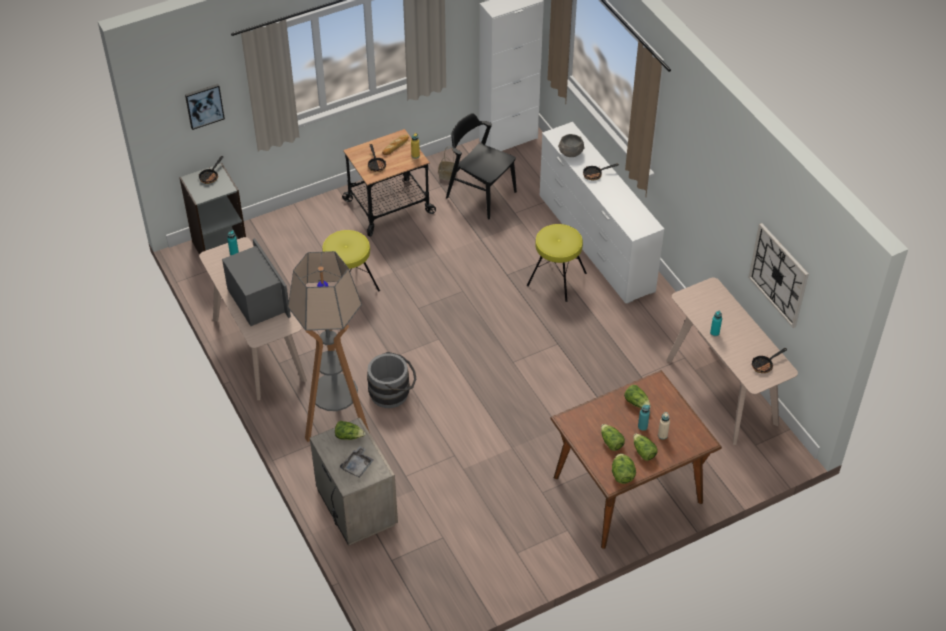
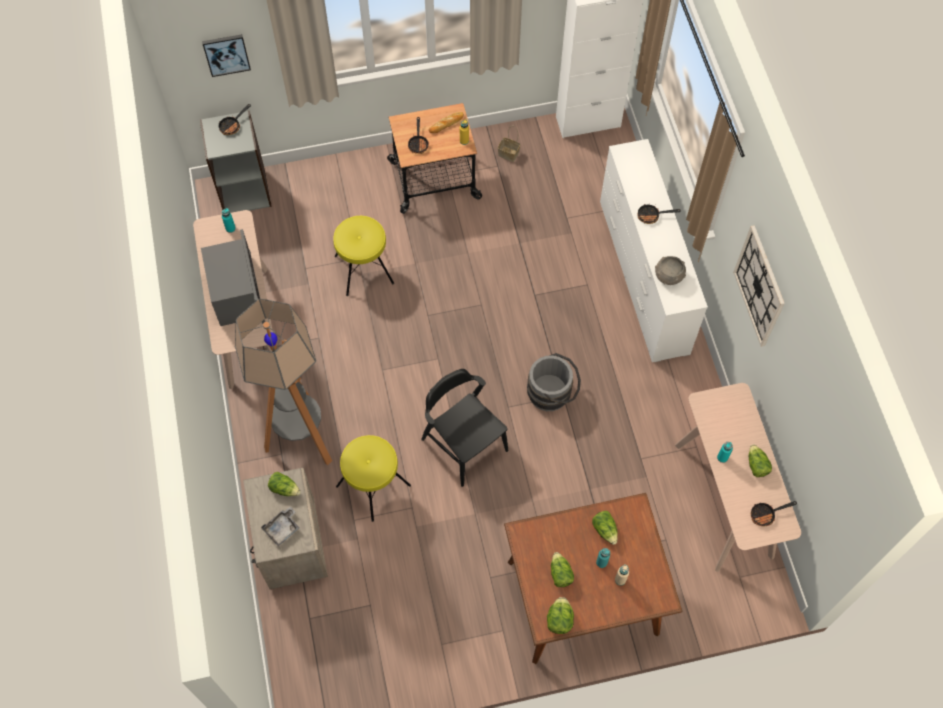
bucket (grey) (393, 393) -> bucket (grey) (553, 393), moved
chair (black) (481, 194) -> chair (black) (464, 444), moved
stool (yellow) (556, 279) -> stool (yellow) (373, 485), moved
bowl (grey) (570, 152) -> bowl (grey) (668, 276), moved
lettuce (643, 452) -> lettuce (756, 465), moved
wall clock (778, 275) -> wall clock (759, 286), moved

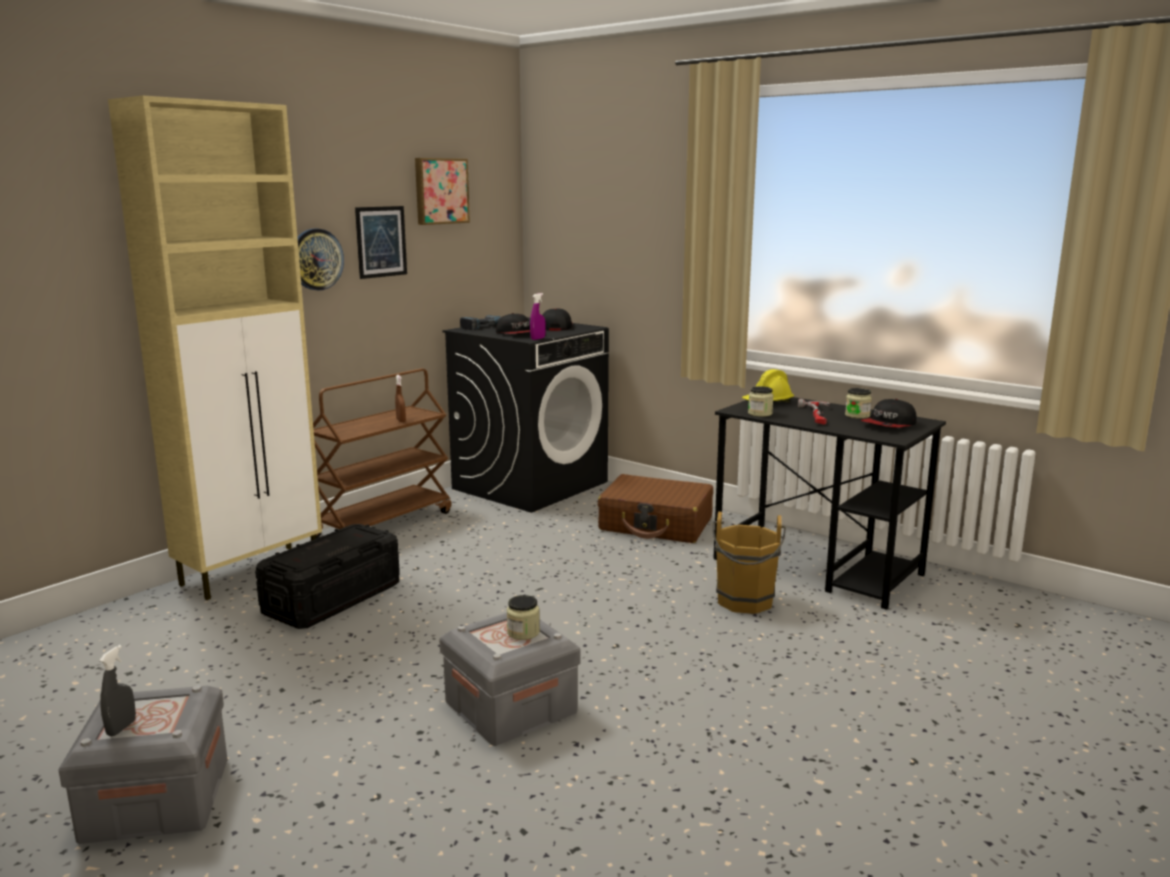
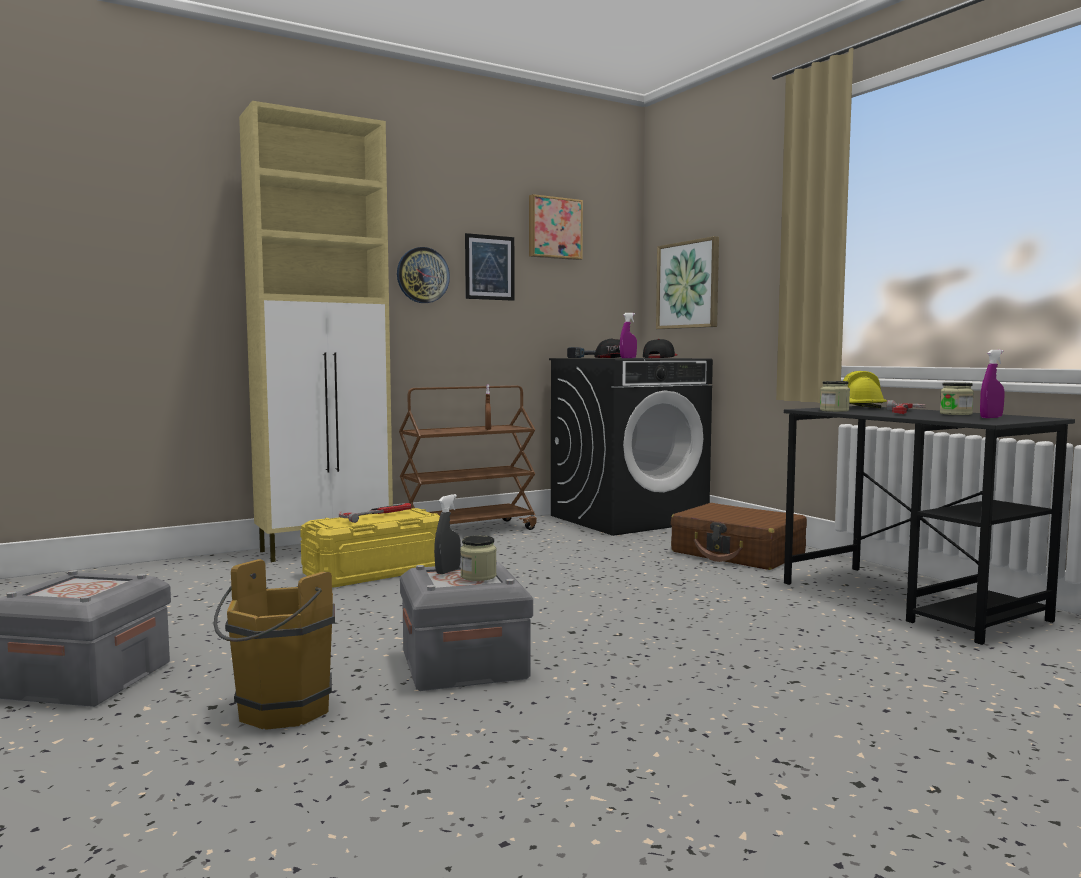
none -> hammer (376, 515)
none -> picture (688, 285)
spray bottle (grey) (121, 728) -> spray bottle (grey) (448, 571), moved
bucket (brown) (744, 603) -> bucket (brown) (278, 712), moved
cap (889, 424) -> spray bottle (purple) (991, 417)
storage box (black) (333, 598) -> storage box (yellow) (375, 572)

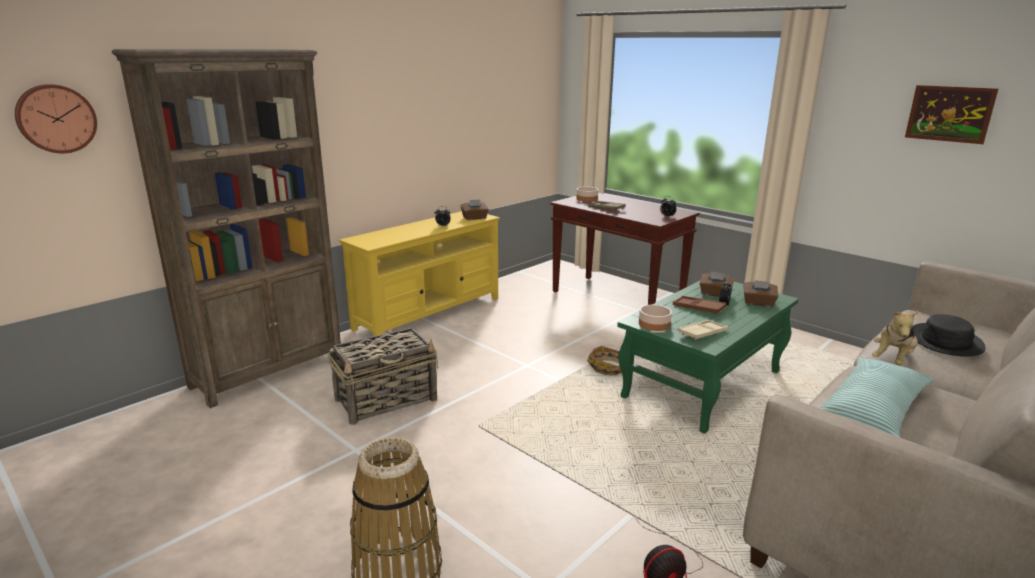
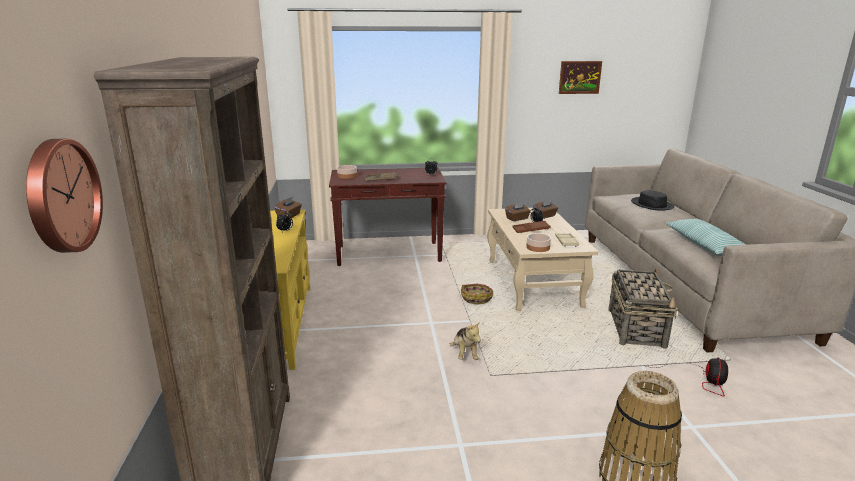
basket (387, 399) -> basket (636, 328), moved
plush toy (892, 359) -> plush toy (464, 354), moved
coffee table (green) (702, 385) -> coffee table (beige) (533, 283)

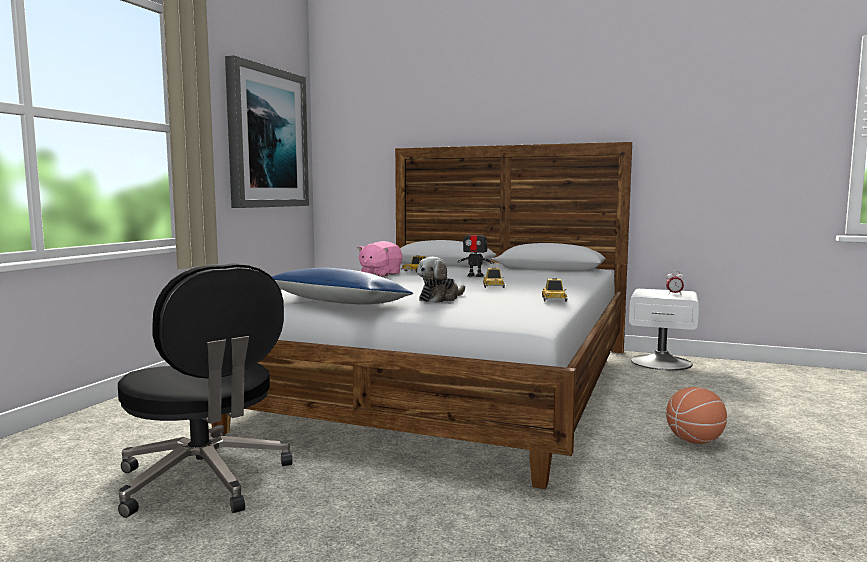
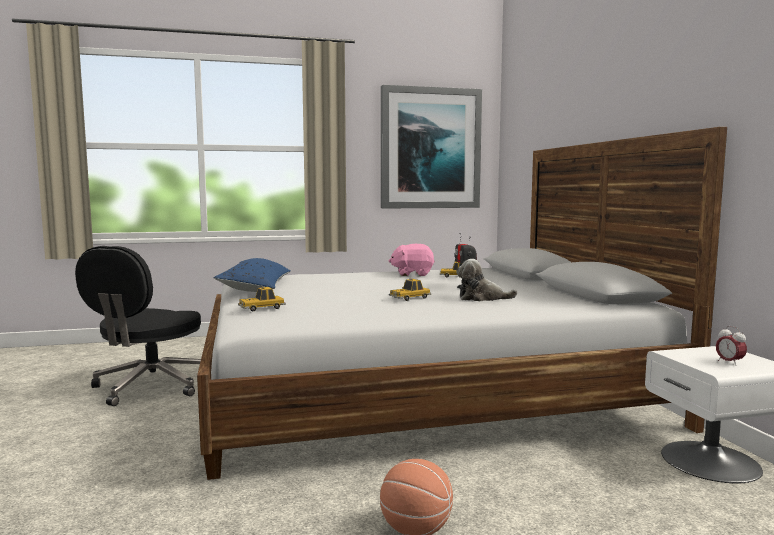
plush toy (440, 299) -> plush toy (482, 298), moved
toy car (554, 299) -> toy car (262, 308), moved

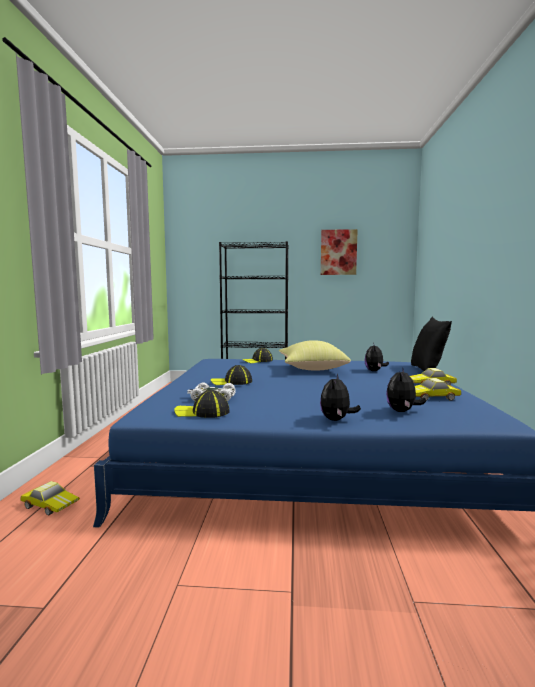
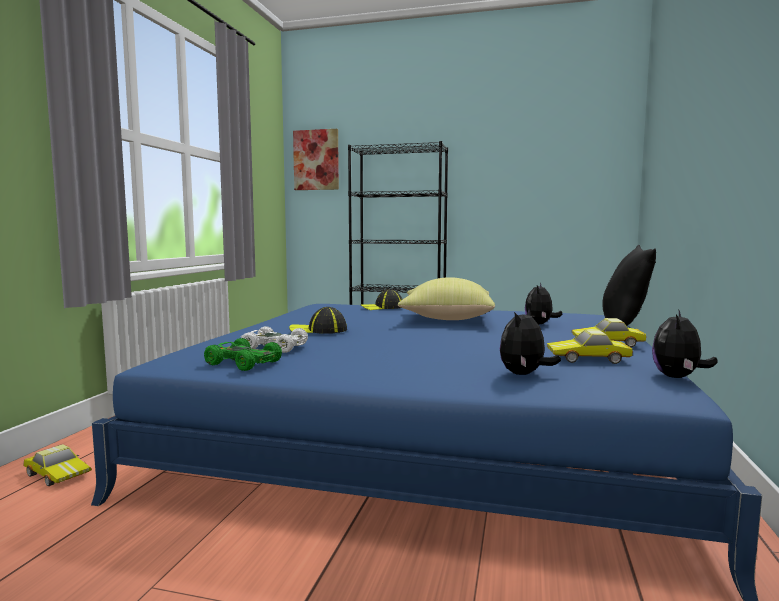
plush toy (336, 420) -> plush toy (678, 377), moved
picture (338, 252) -> picture (316, 160), moved
cap (202, 412) -> toy car (green) (242, 363)

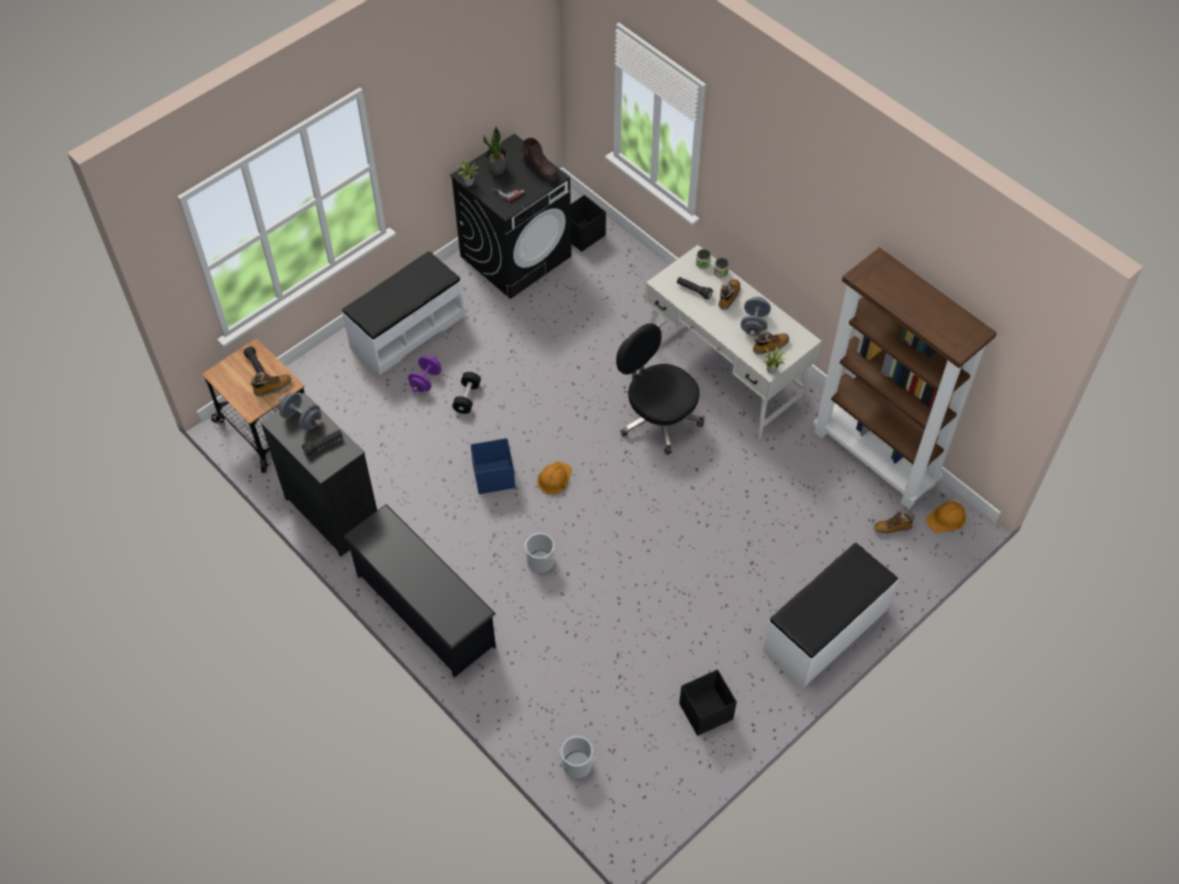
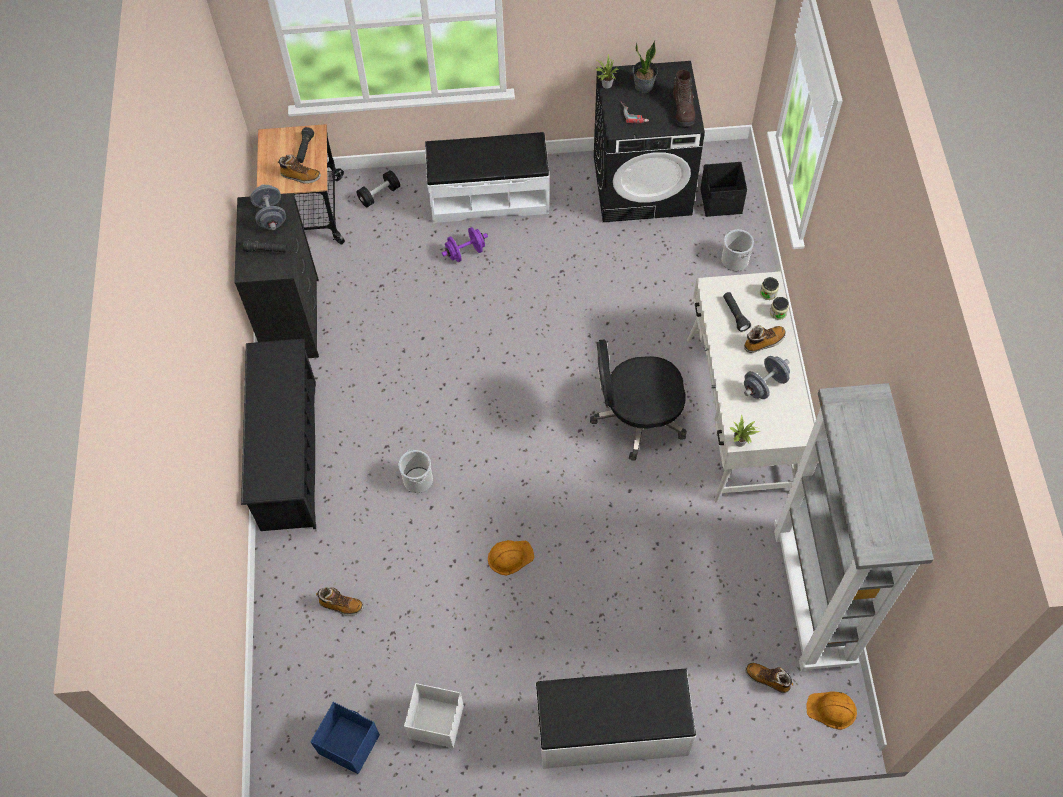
dumbbell (black) (467, 398) -> dumbbell (black) (379, 194), moved
storage box (blue) (493, 477) -> storage box (blue) (348, 743), moved
hard hat (orange) (554, 478) -> hard hat (orange) (510, 556), moved
bucket (577, 764) -> bucket (734, 260), moved
boot (770, 347) -> boot (341, 605), moved
storage box (black) (705, 711) -> storage box (white) (435, 721)
bookcase (brown) (875, 458) -> bookcase (grey) (813, 598)
office chair (black) (658, 418) -> office chair (black) (637, 418), 90 degrees counterclockwise

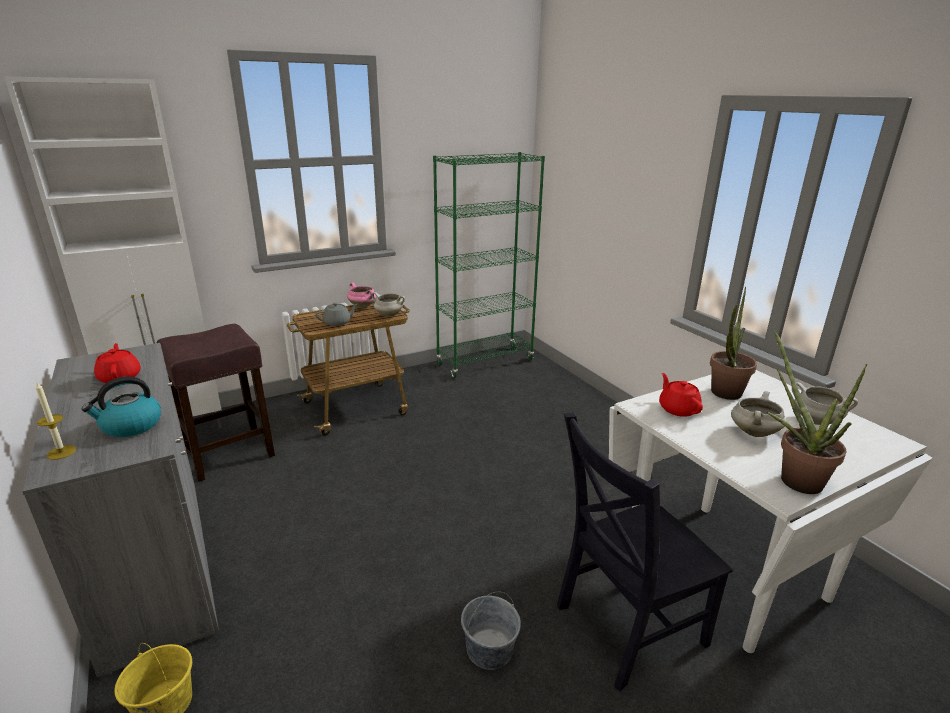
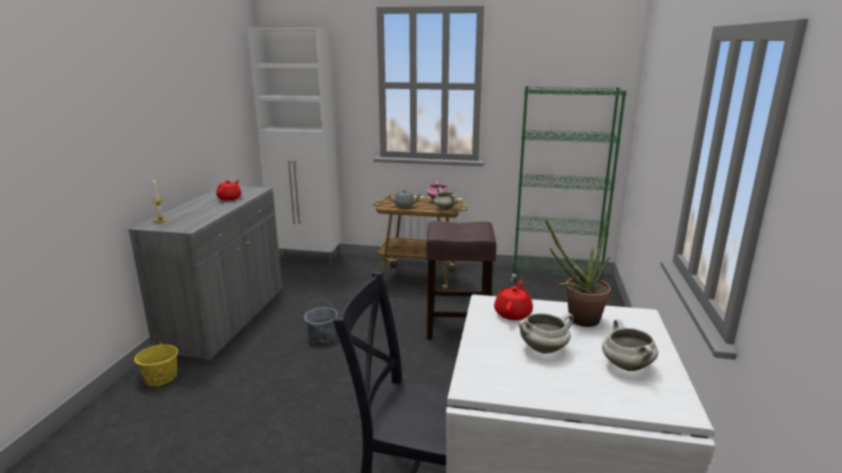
kettle (131, 426) -> none
potted plant (793, 477) -> none
stool (brown) (230, 453) -> stool (brown) (459, 327), moved
bucket (grey) (489, 649) -> bucket (grey) (322, 336), moved

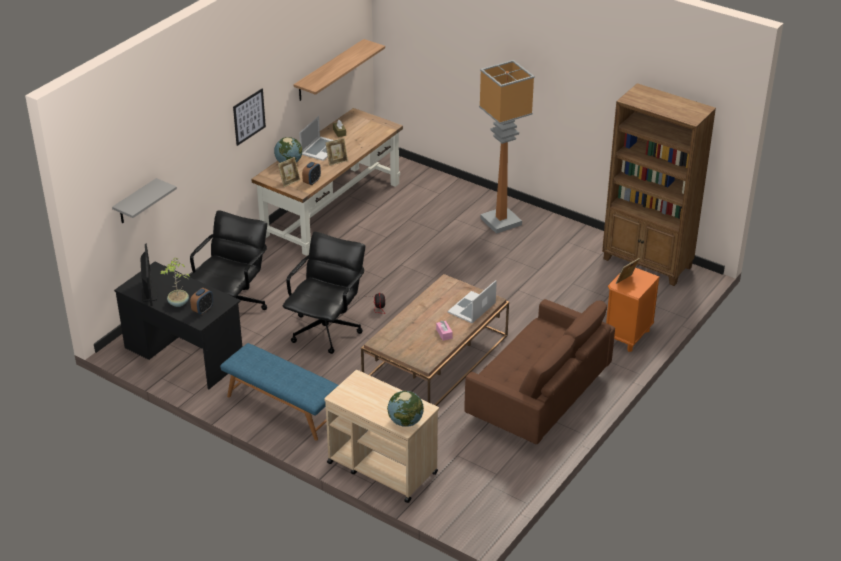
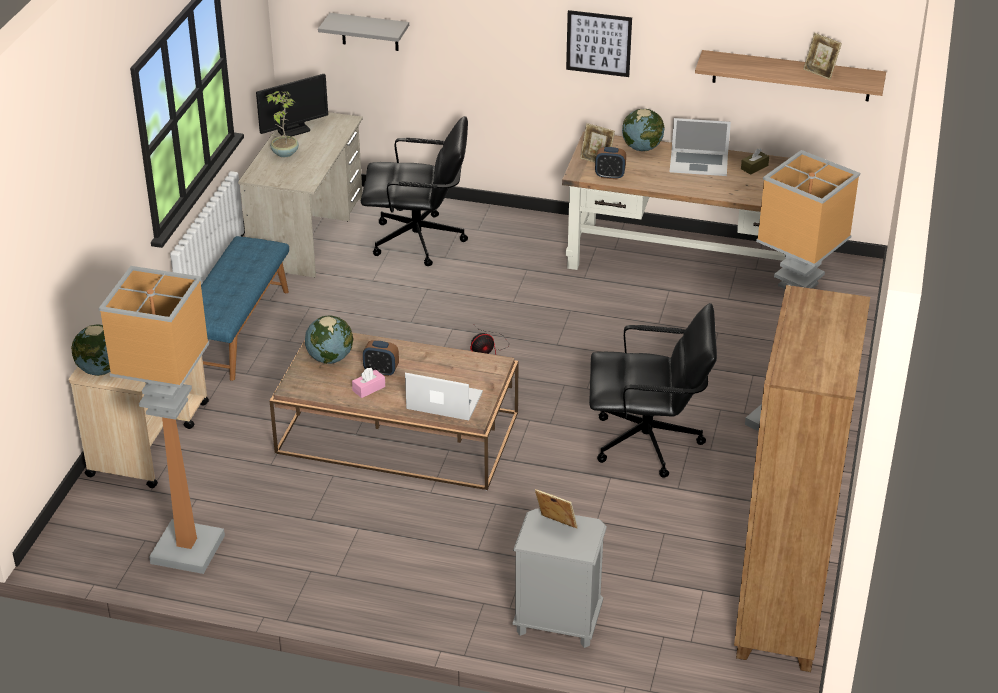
sofa (brown) (538, 398) -> none
none -> floor lamp (186, 550)
none -> globe (330, 358)
alarm clock (203, 310) -> alarm clock (381, 371), moved
office chair (black) (326, 330) -> office chair (black) (648, 443), moved
picture frame (337, 161) -> picture frame (820, 72), moved
desk (black) (184, 354) -> desk (beige) (307, 232)
nightstand (orange) (627, 336) -> nightstand (grey) (557, 623)

